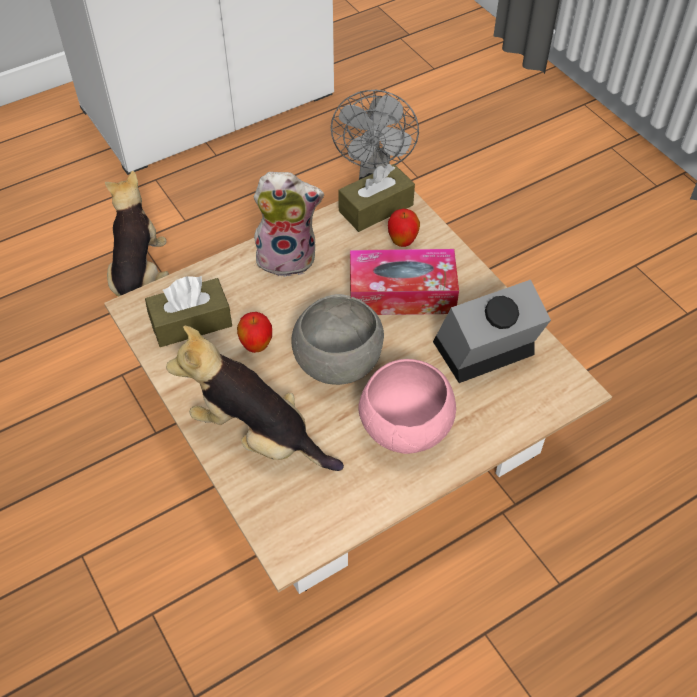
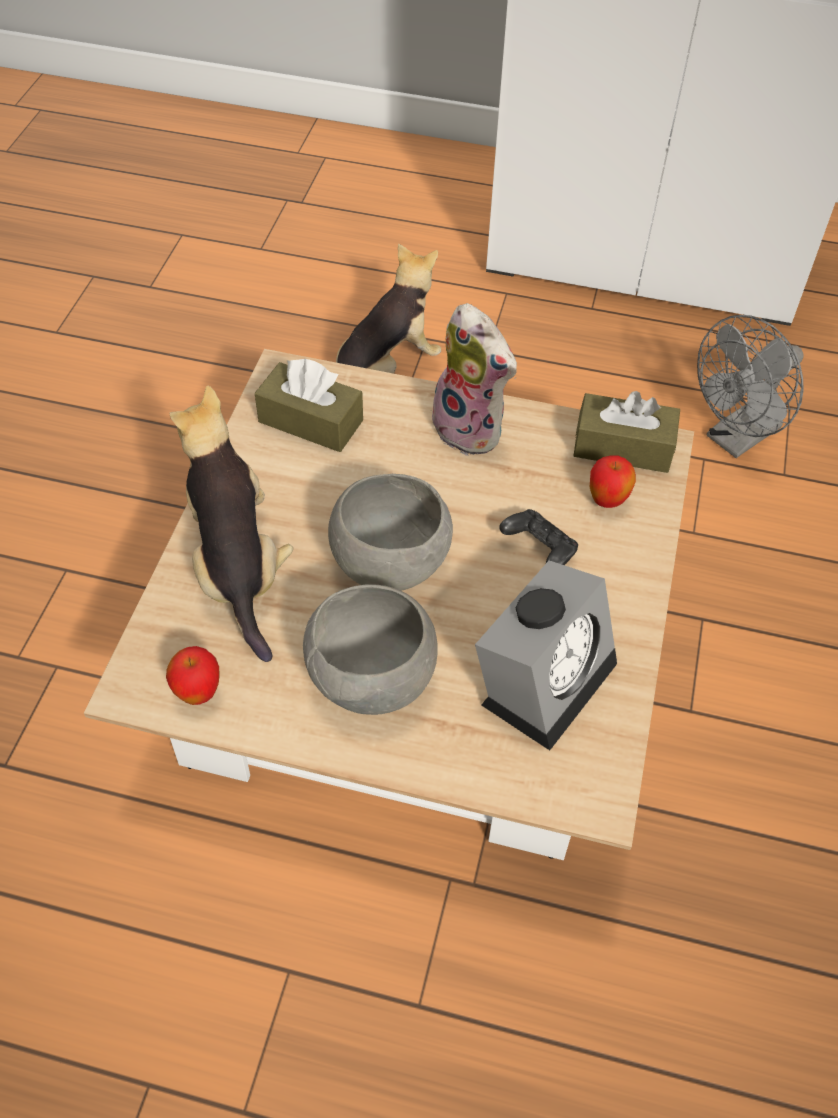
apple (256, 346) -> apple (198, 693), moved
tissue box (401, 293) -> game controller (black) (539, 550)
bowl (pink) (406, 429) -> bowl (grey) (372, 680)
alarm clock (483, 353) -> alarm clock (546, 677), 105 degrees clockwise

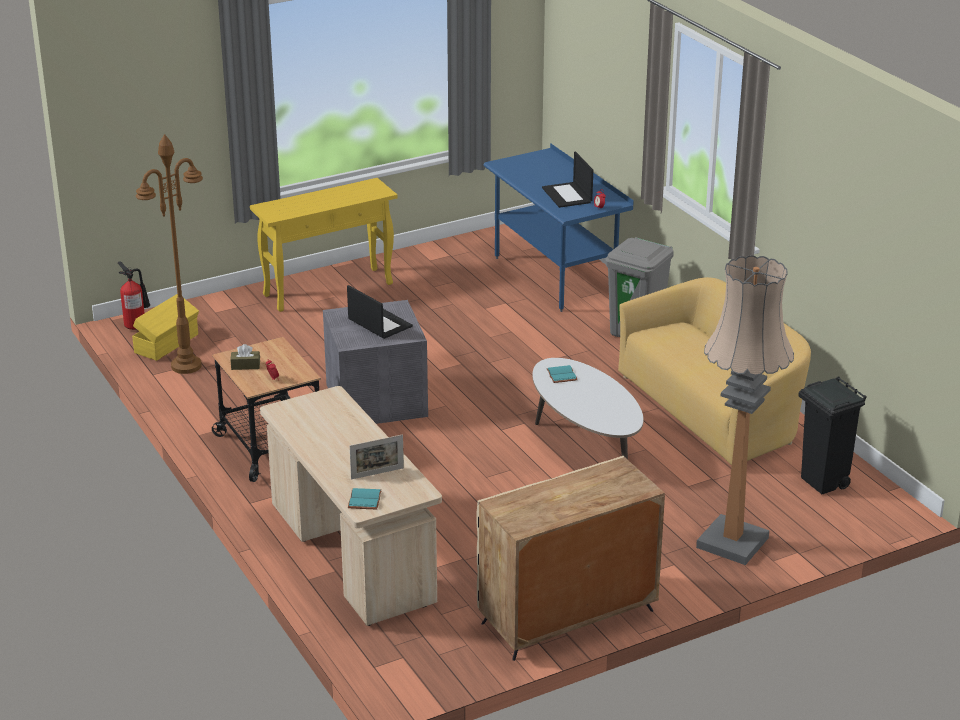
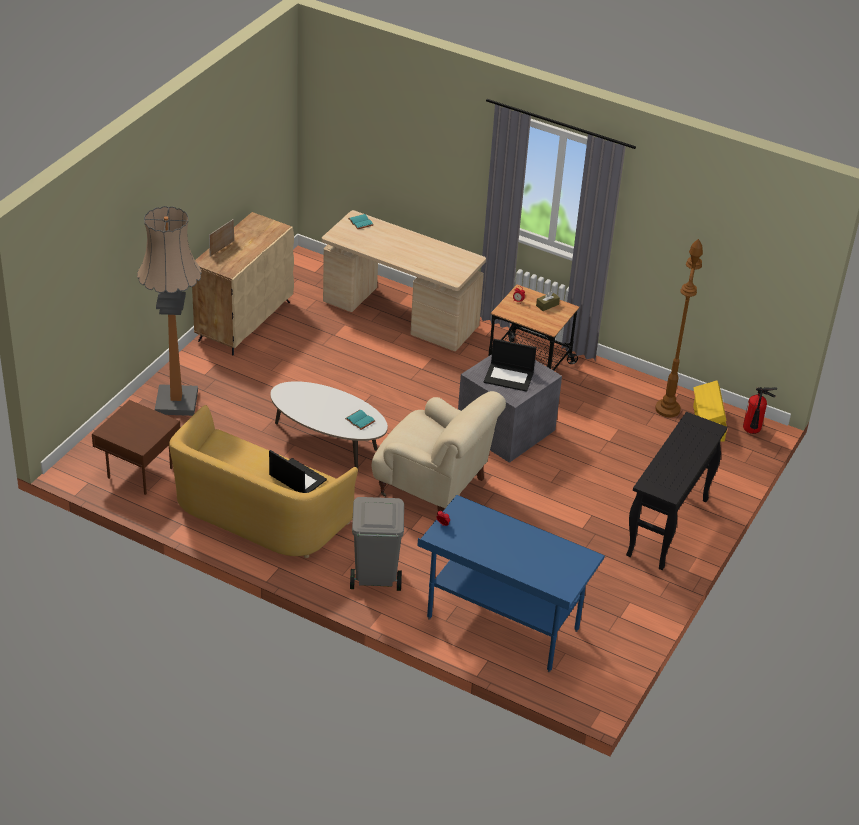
none -> armchair (beige) (434, 488)
picture frame (377, 473) -> picture frame (222, 248), moved
laptop (567, 195) -> laptop (296, 478), moved
trash can (black) (824, 483) -> side table (brown) (138, 473)
console table (yellow) (329, 289) -> console table (black) (667, 528)

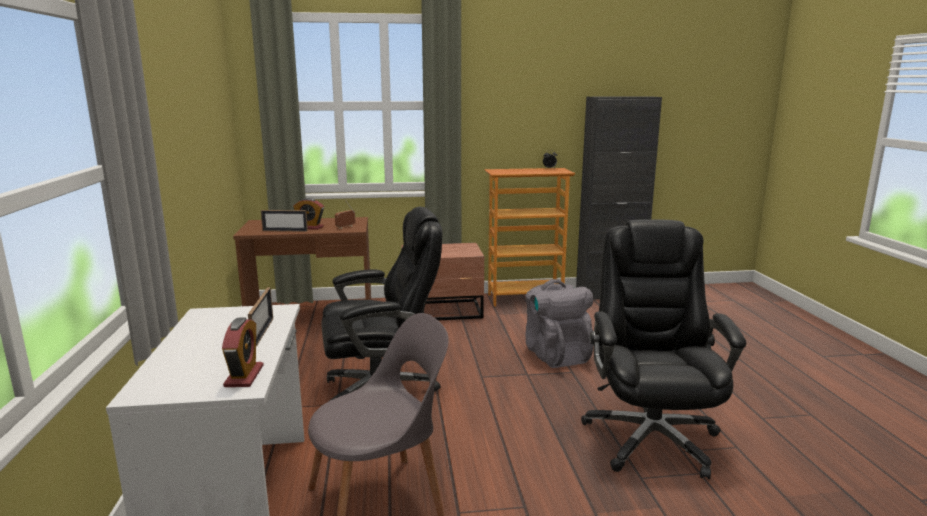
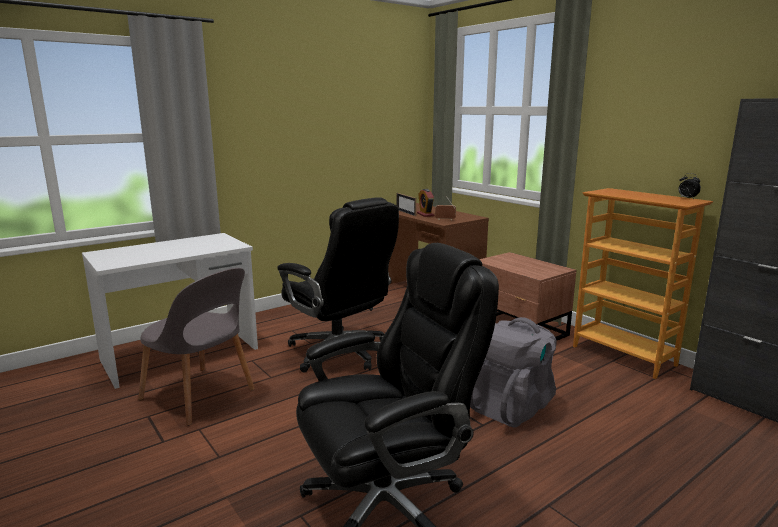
alarm clock (244, 376) -> none
picture frame (262, 333) -> none

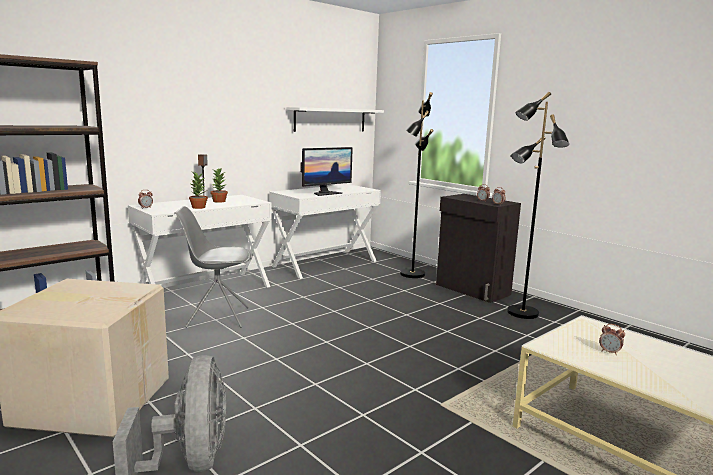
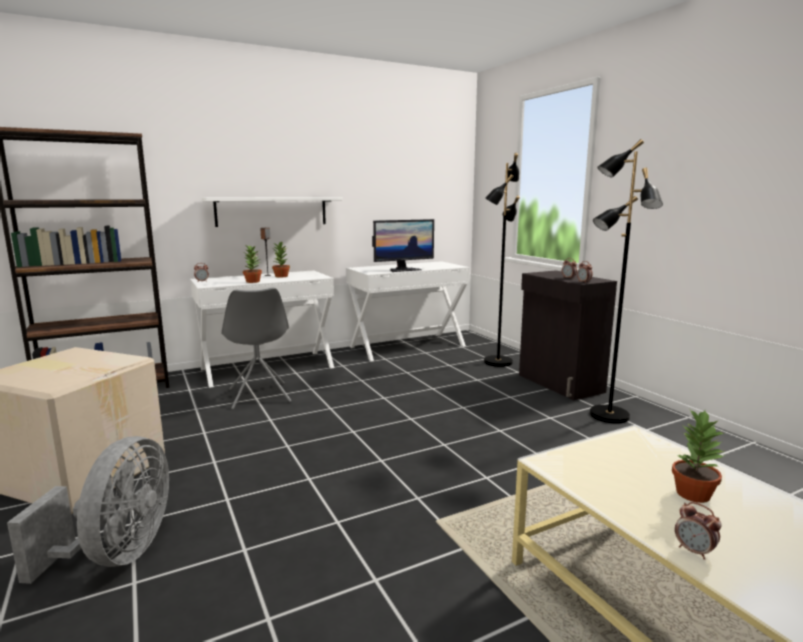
none -> potted plant (692, 493)
shelf (white) (330, 120) -> shelf (white) (272, 211), moved
alarm clock (609, 352) -> alarm clock (694, 551), moved
chair (grey) (217, 317) -> chair (grey) (259, 396), 120 degrees counterclockwise

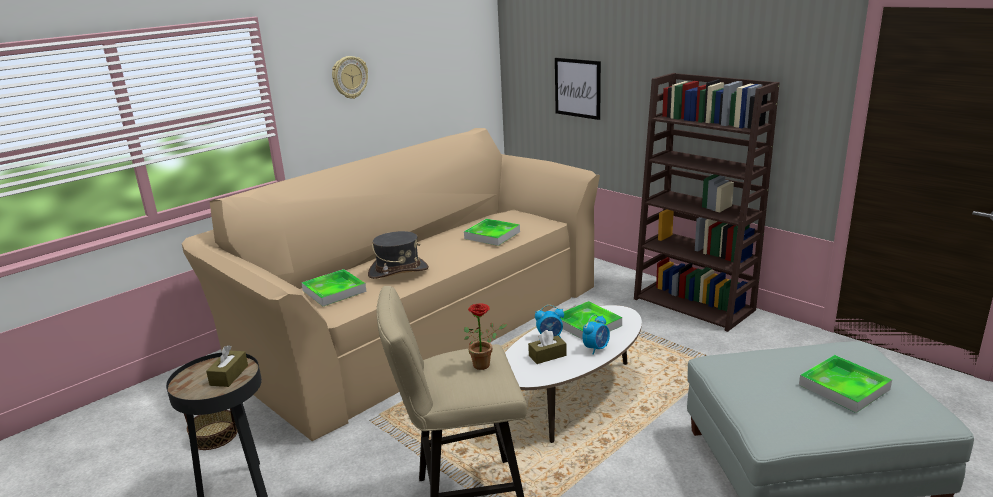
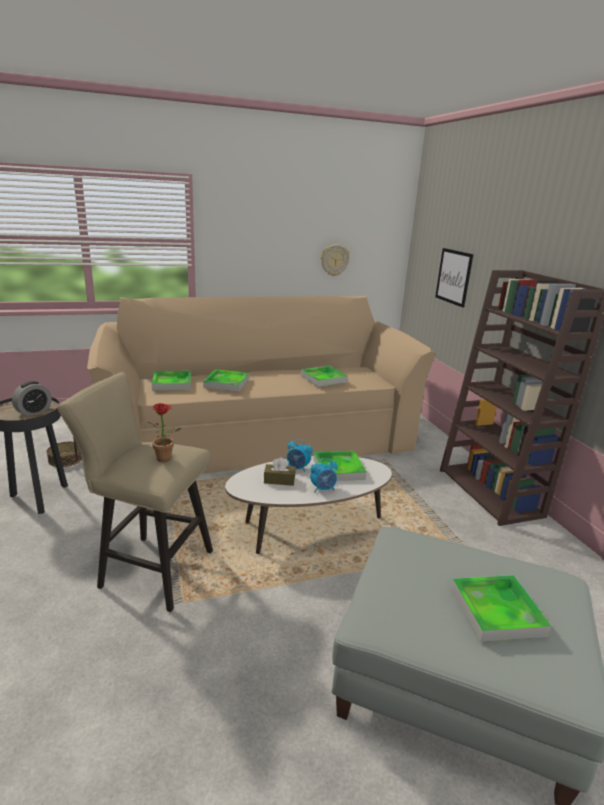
wall clock (349, 77) -> wall clock (334, 260), moved
tissue box (brown) (229, 375) -> alarm clock (34, 411)
hat (grey) (398, 271) -> tray (226, 383)

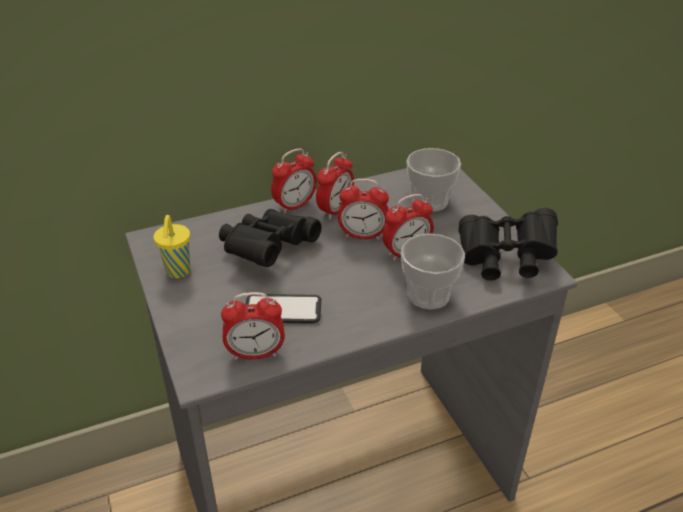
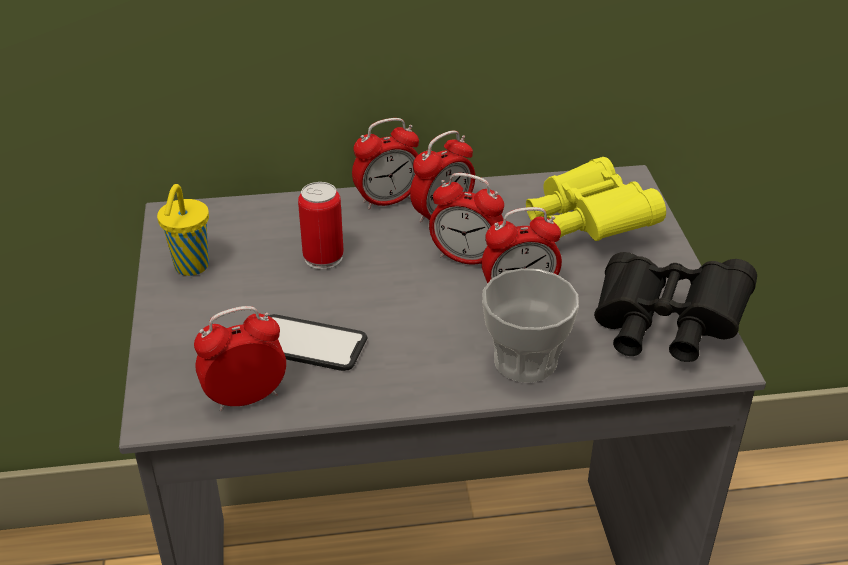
binoculars (black) (267, 250) -> can (323, 257)
cup (430, 201) -> binoculars (yellow) (587, 224)
alarm clock (255, 354) -> alarm clock (246, 398), 150 degrees clockwise

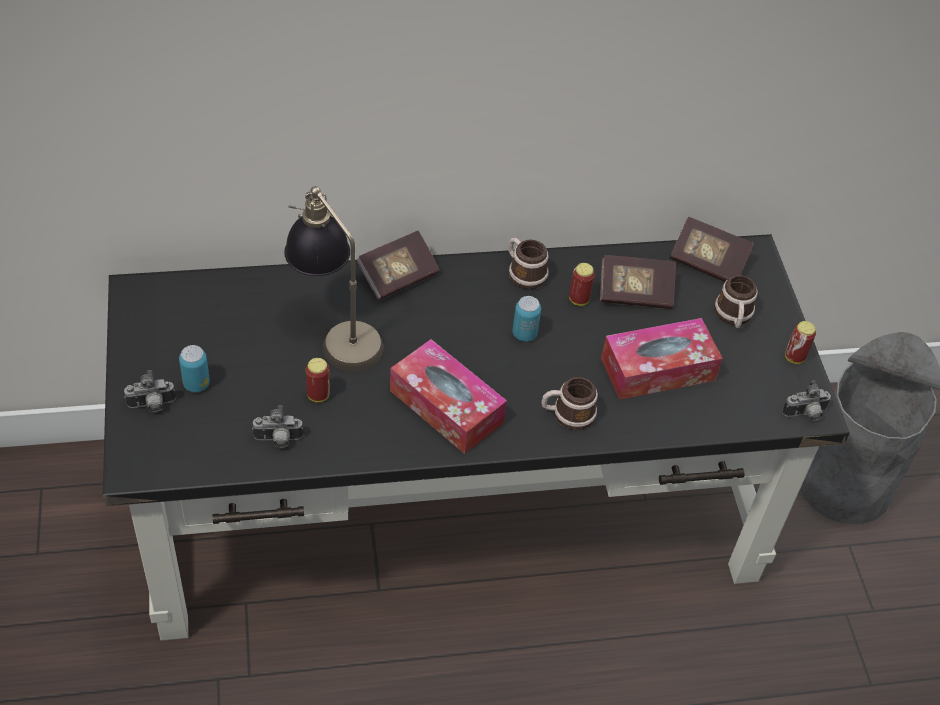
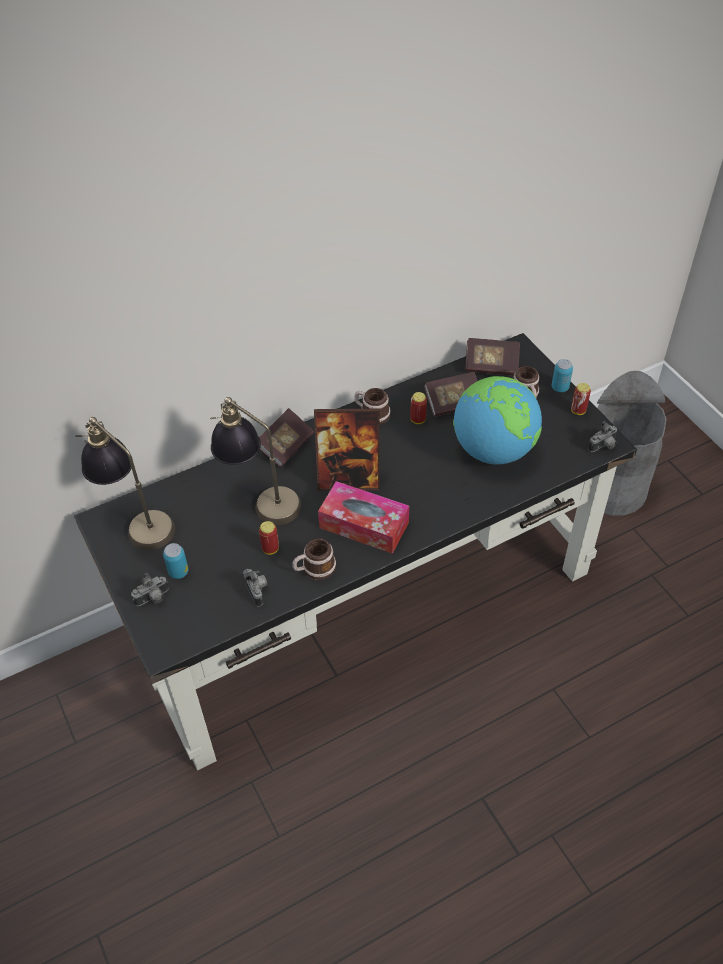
none -> table lamp (136, 521)
none -> picture frame (348, 479)
can (524, 334) -> can (560, 387), moved
mug (567, 414) -> mug (314, 569), moved
tissue box (658, 369) -> globe (493, 449)
photo camera (278, 440) -> photo camera (257, 591), 90 degrees counterclockwise

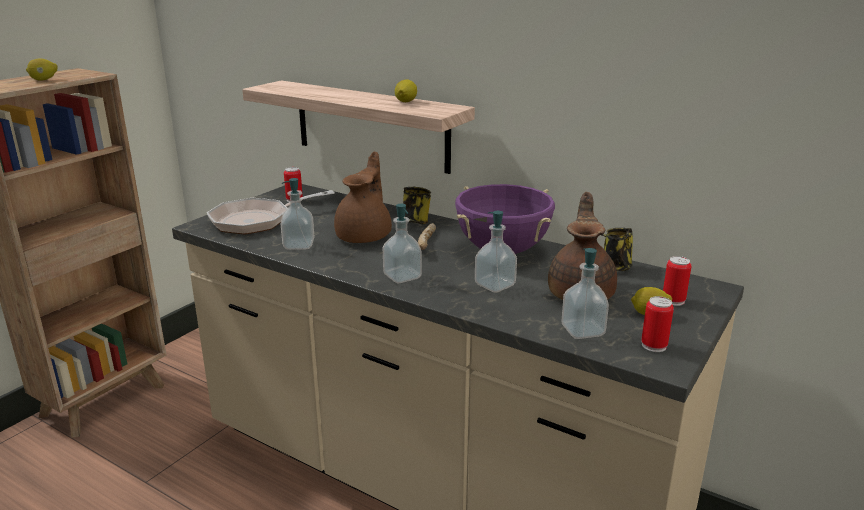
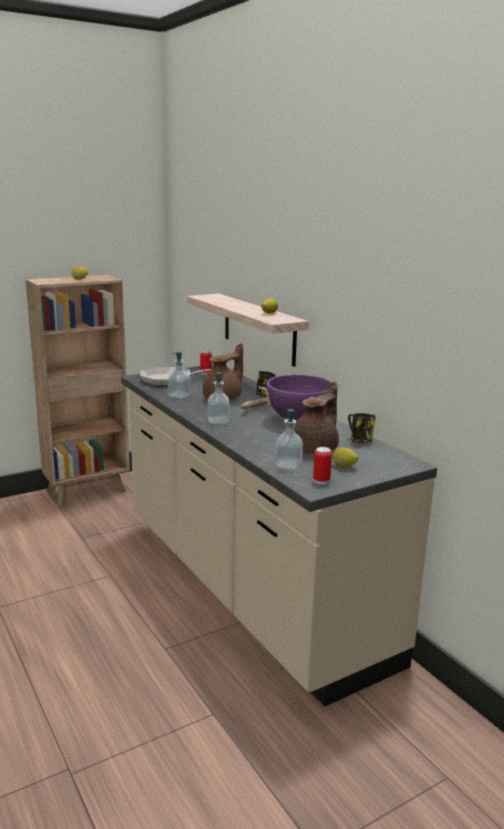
soap dispenser (495, 285) -> none
can (673, 300) -> none

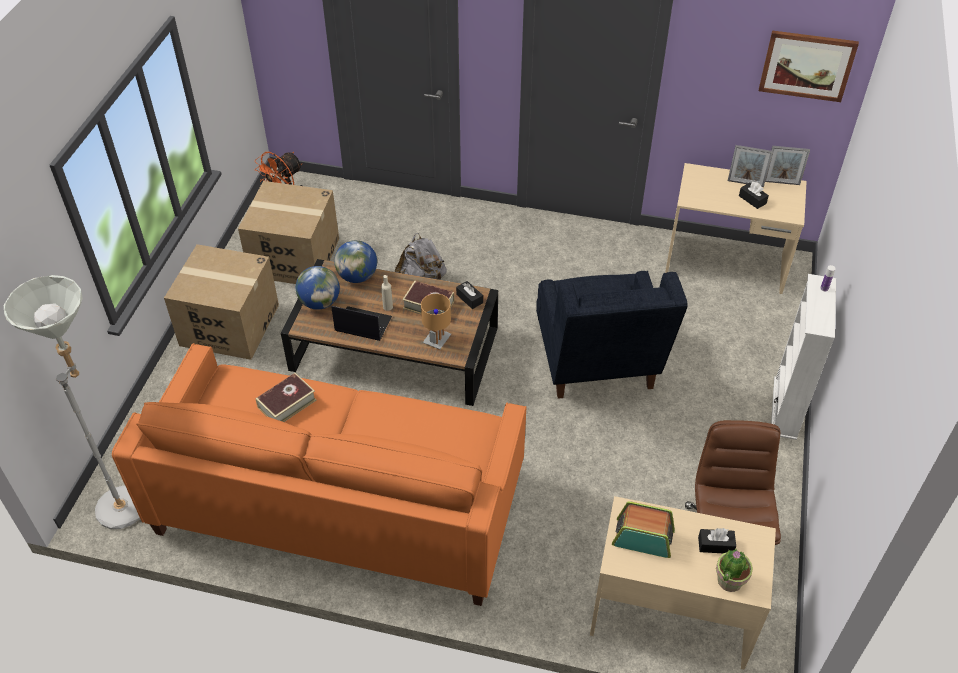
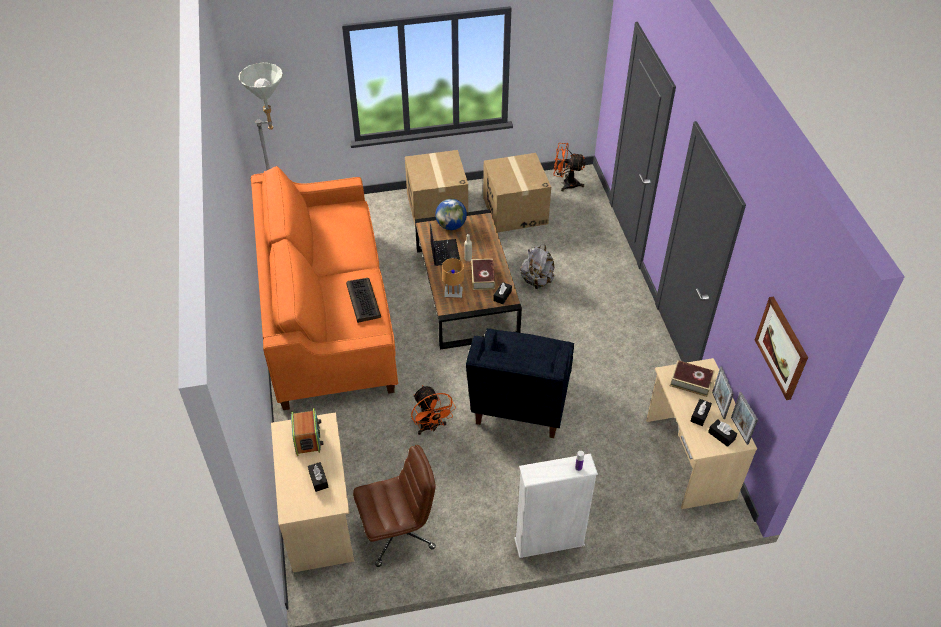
globe (357, 276) -> none
potted plant (729, 581) -> none
none -> keyboard (362, 300)
none -> fan (orange) (431, 427)
none -> tissue box (black) (721, 436)
book (287, 403) -> book (691, 381), moved
armchair (blue) (598, 365) -> armchair (blue) (520, 406), 45 degrees counterclockwise

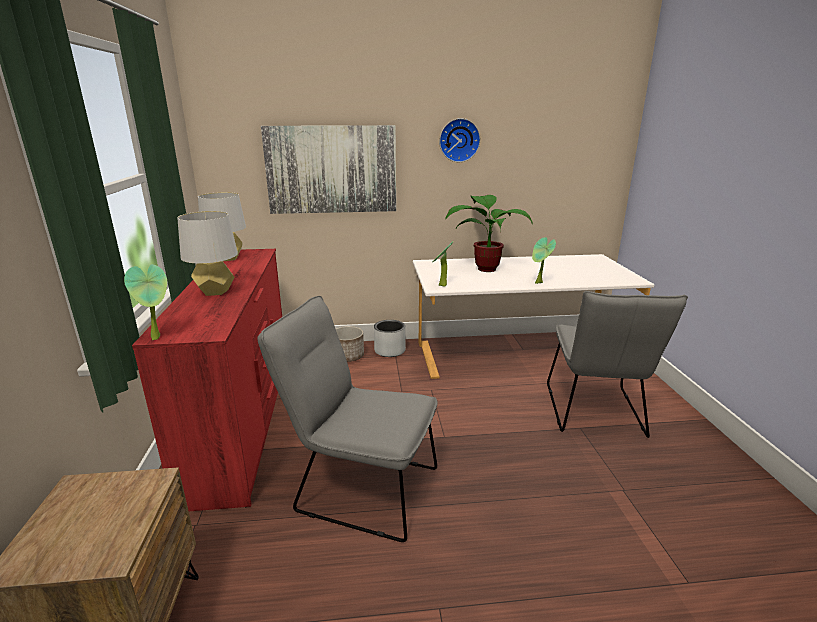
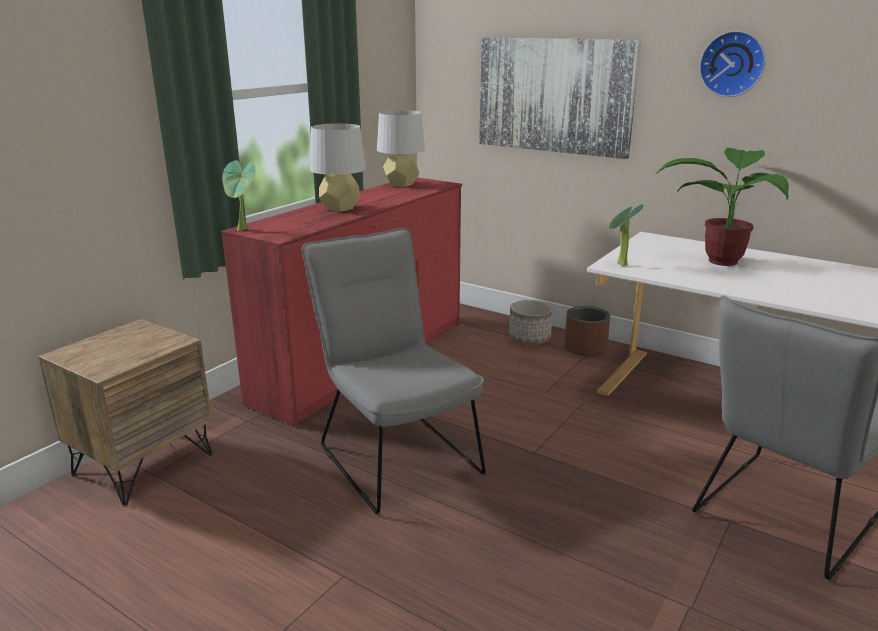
potted plant (539, 283) -> none
planter (grey) (389, 350) -> planter (brown) (585, 348)

